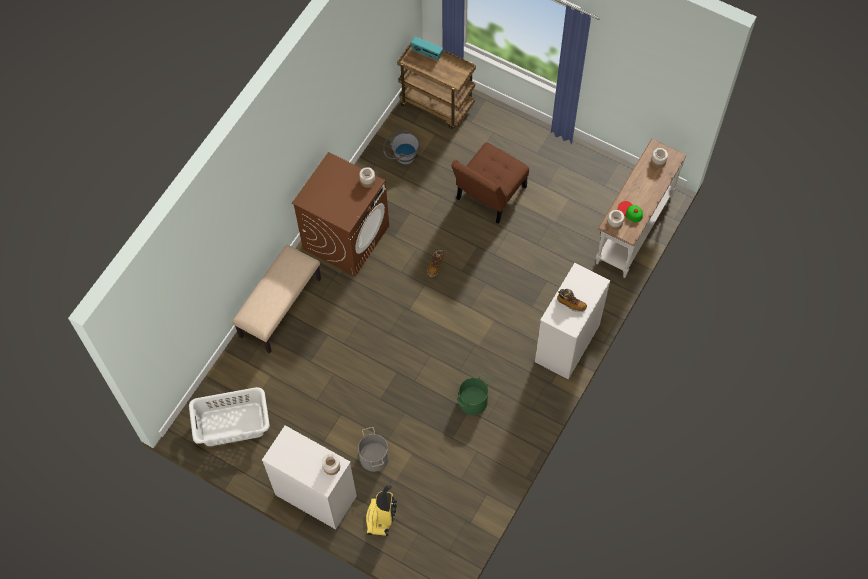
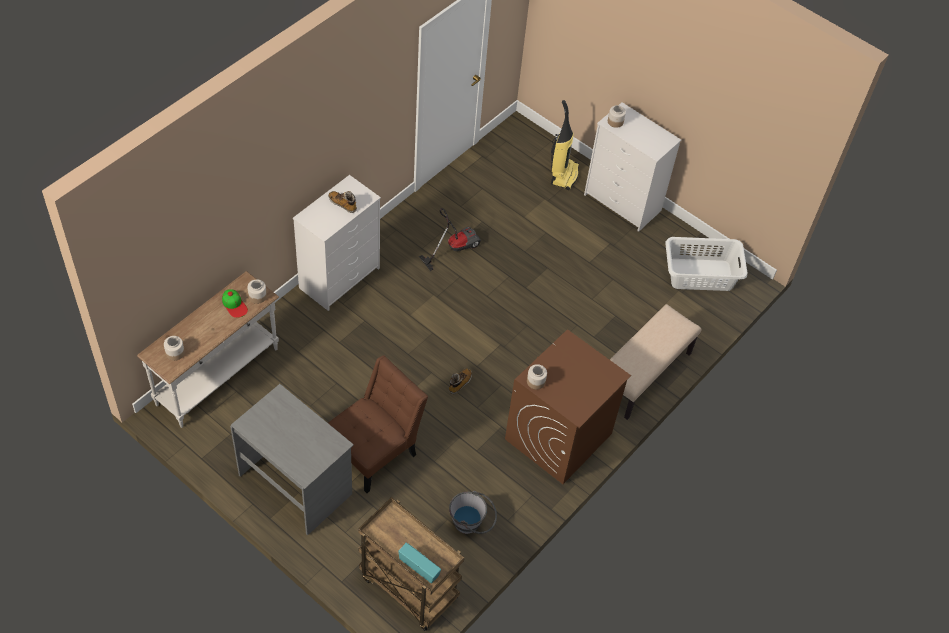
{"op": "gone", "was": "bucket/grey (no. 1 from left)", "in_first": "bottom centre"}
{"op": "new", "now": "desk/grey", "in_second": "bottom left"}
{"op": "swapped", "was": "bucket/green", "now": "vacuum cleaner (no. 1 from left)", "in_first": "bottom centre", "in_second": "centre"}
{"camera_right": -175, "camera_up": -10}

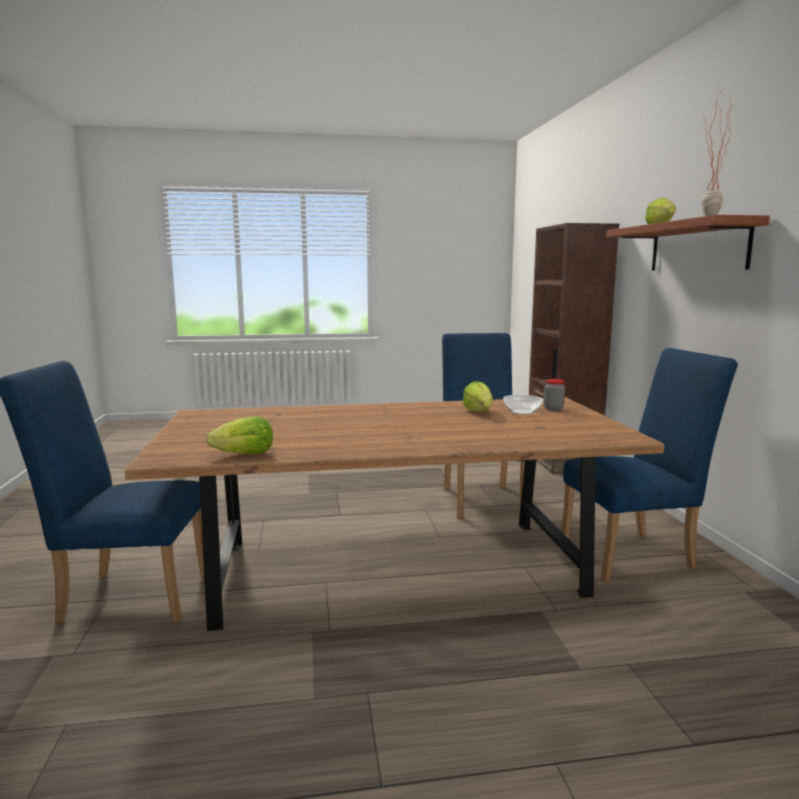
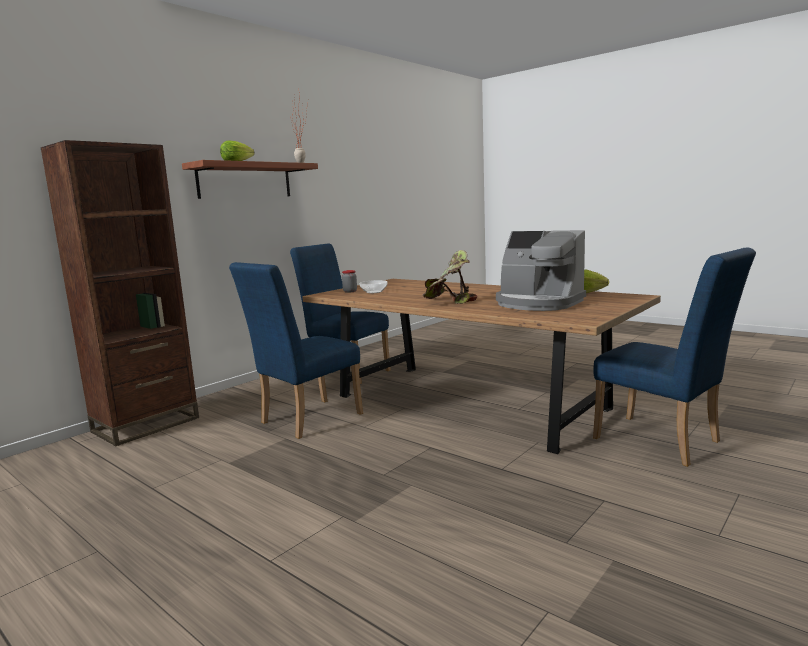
{"op": "gone", "was": "lettuce (no. 2 from left)", "in_first": "centre"}
{"op": "new", "now": "potted plant (no. 2 from left)", "in_second": "centre"}
{"op": "new", "now": "coffee machine", "in_second": "middle right"}
{"camera_right": -130, "camera_up": 0}

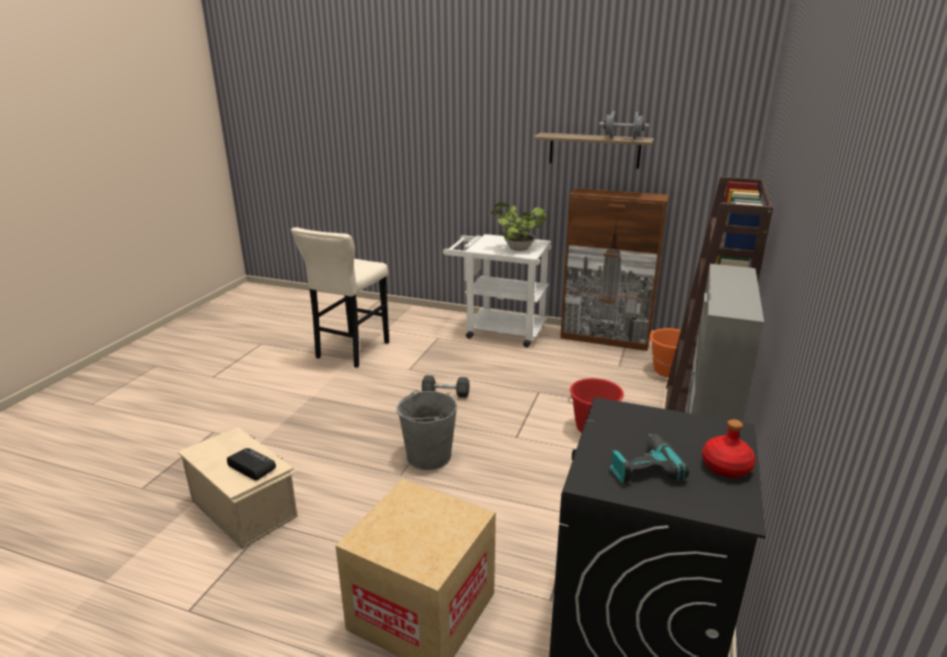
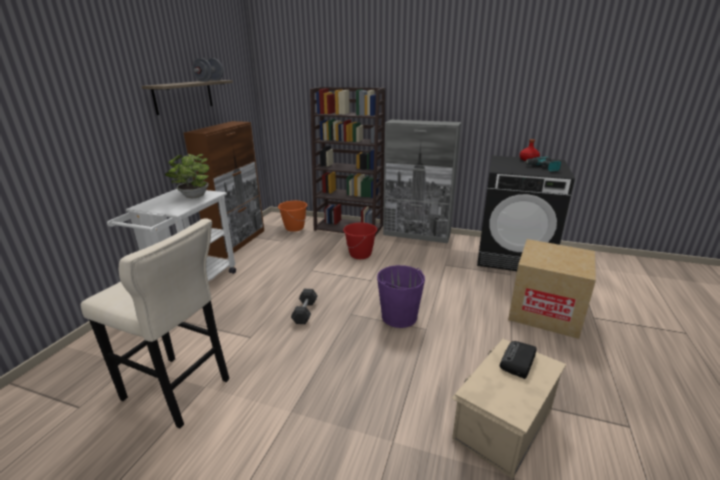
{"op": "repainted", "was": "bucket/grey", "now": "bucket/purple", "in_first": "centre", "in_second": "centre"}
{"camera_right": -90, "camera_up": 0}

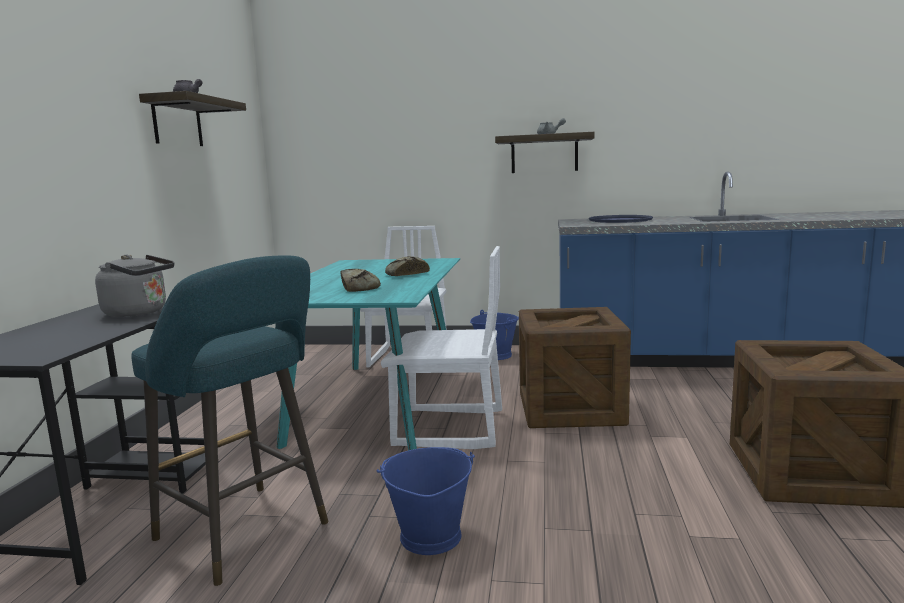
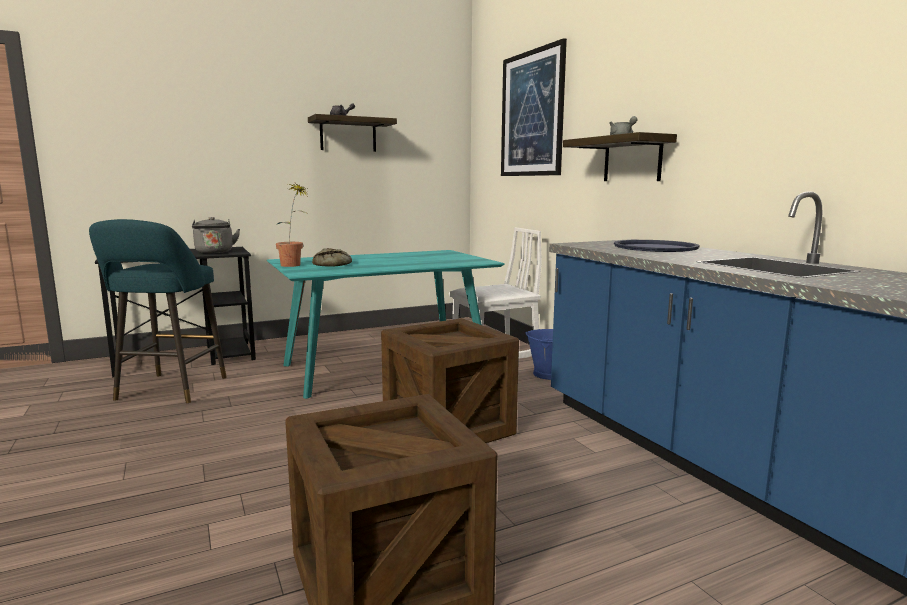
{"op": "gone", "was": "bucket/blue (no. 1 from left)", "in_first": "bottom centre"}
{"op": "gone", "was": "chair/white (no. 2 from left)", "in_first": "centre"}
{"op": "gone", "was": "bread (no. 2 from left)", "in_first": "centre"}
{"op": "new", "now": "potted plant", "in_second": "middle left"}
{"op": "new", "now": "picture", "in_second": "top centre"}
{"camera_right": 55, "camera_up": 0}

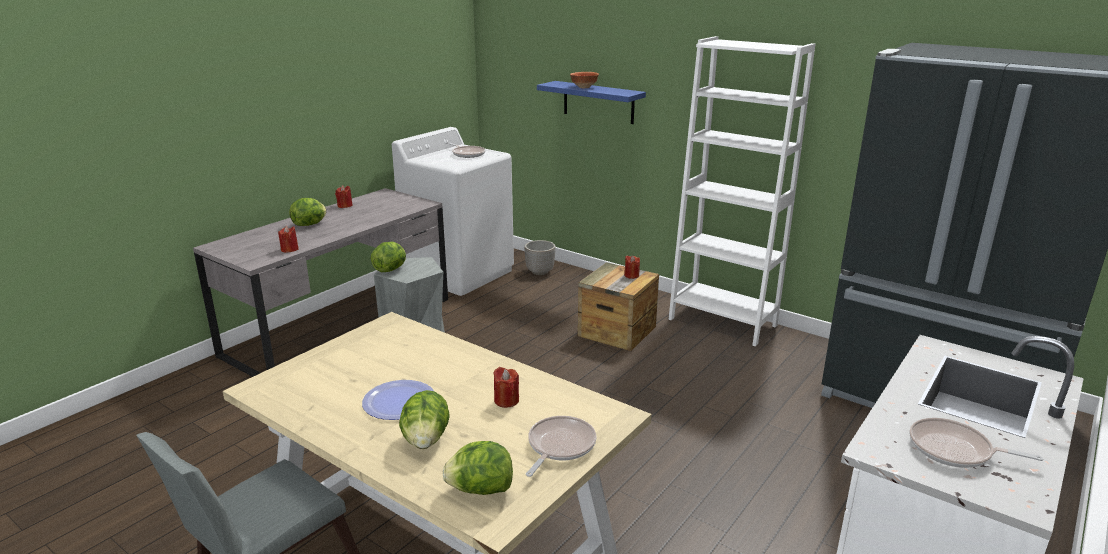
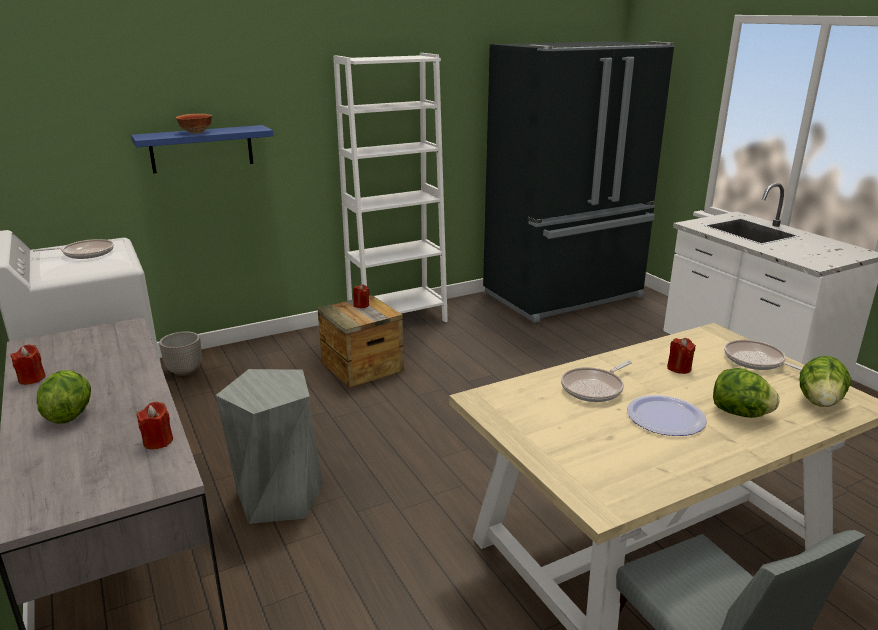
{"op": "gone", "was": "lettuce (no. 2 from left)", "in_first": "centre"}
{"op": "shifted", "was": "frying pan (no. 3 from left in the first image)", "now": "frying pan (no. 2 from left)", "in_first": "bottom right", "in_second": "middle right"}
{"camera_right": -65, "camera_up": 0}

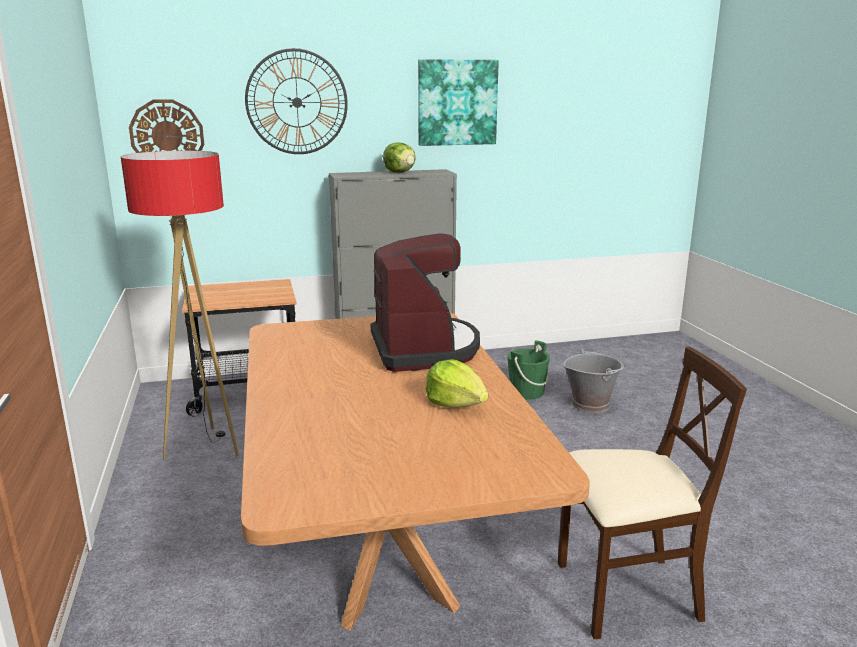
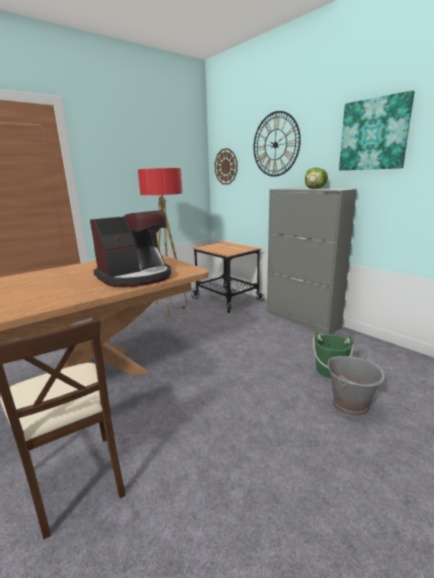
{"op": "gone", "was": "lettuce (no. 2 from left)", "in_first": "centre"}
{"camera_right": 65, "camera_up": 0}

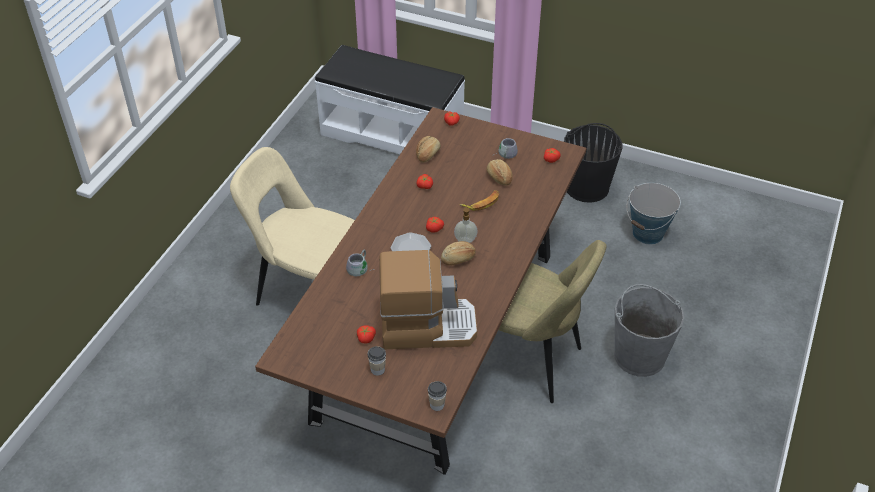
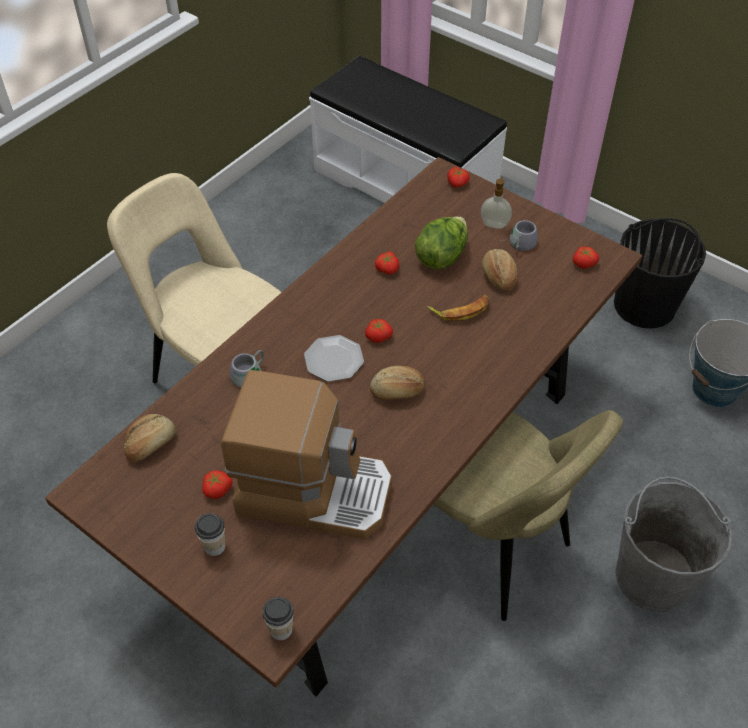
{"op": "new", "now": "lettuce", "in_second": "centre"}
{"op": "shifted", "was": "bread (no. 1 from left)", "in_first": "top centre", "in_second": "middle left"}
{"op": "shifted", "was": "soap dispenser", "in_first": "centre", "in_second": "top centre"}
{"camera_right": 15, "camera_up": 5}

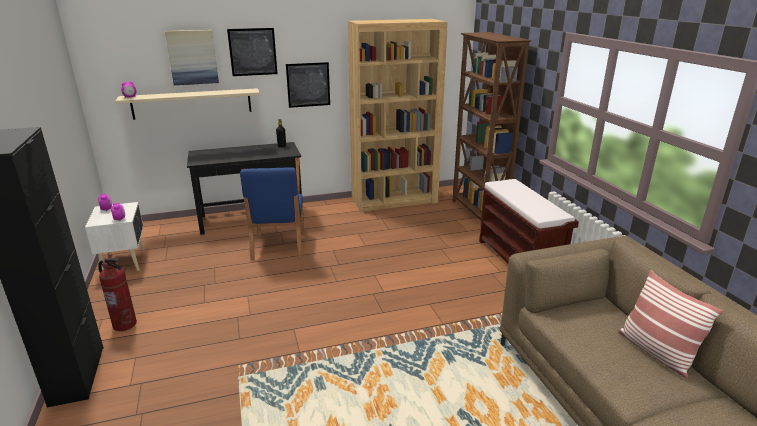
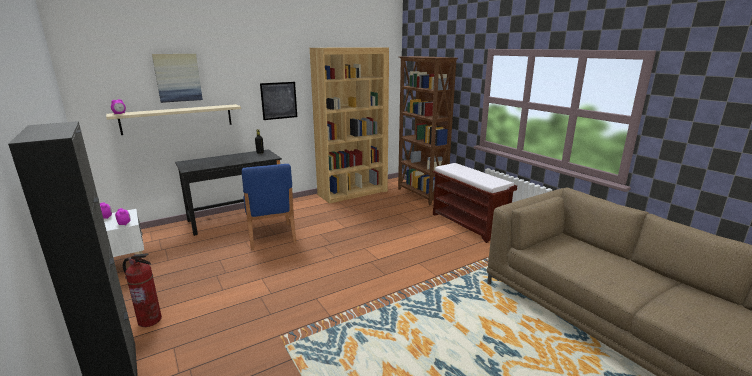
{"op": "gone", "was": "picture (no. 2 from left)", "in_first": "top left"}
{"op": "gone", "was": "pillow", "in_first": "bottom right"}
{"camera_right": -15, "camera_up": -5}

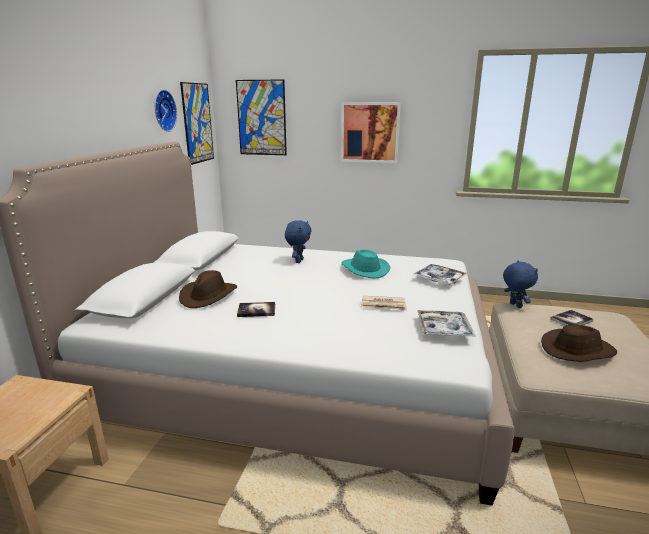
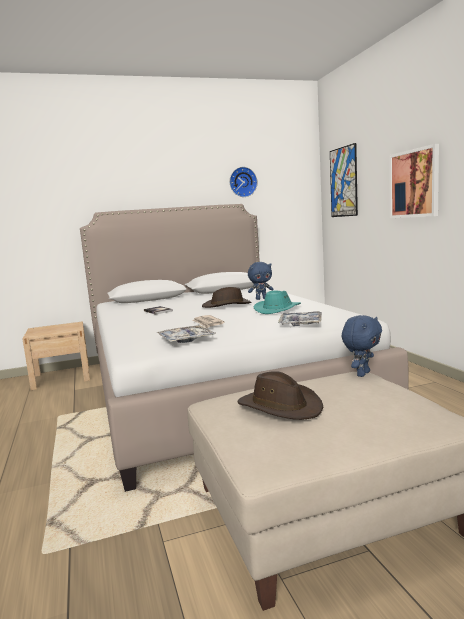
{"op": "gone", "was": "picture (no. 1 from left)", "in_first": "top left"}
{"op": "gone", "was": "book (no. 2 from left)", "in_first": "middle right"}
{"op": "shifted", "was": "hat/brown (no. 1 from left)", "in_first": "middle left", "in_second": "centre"}
{"camera_right": 60, "camera_up": -10}

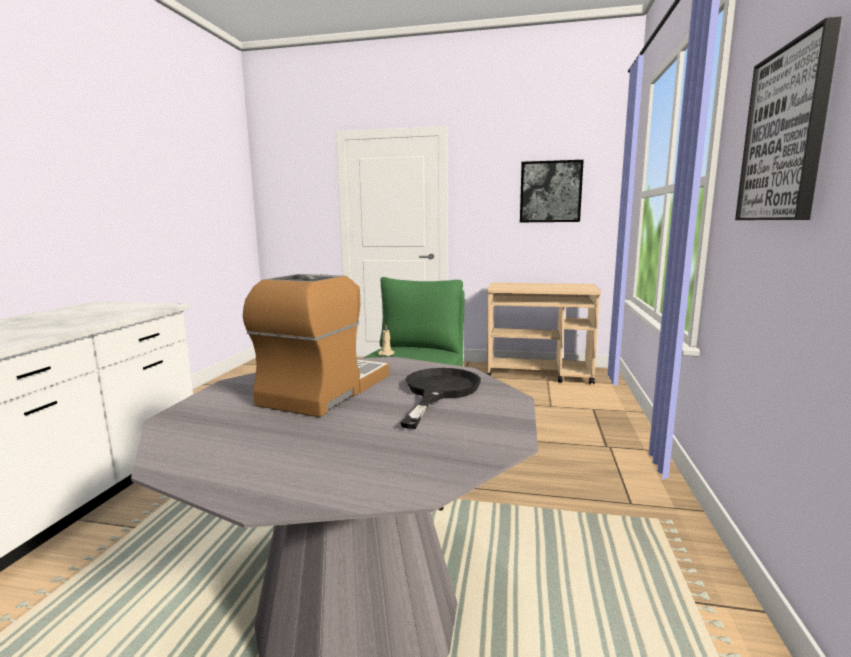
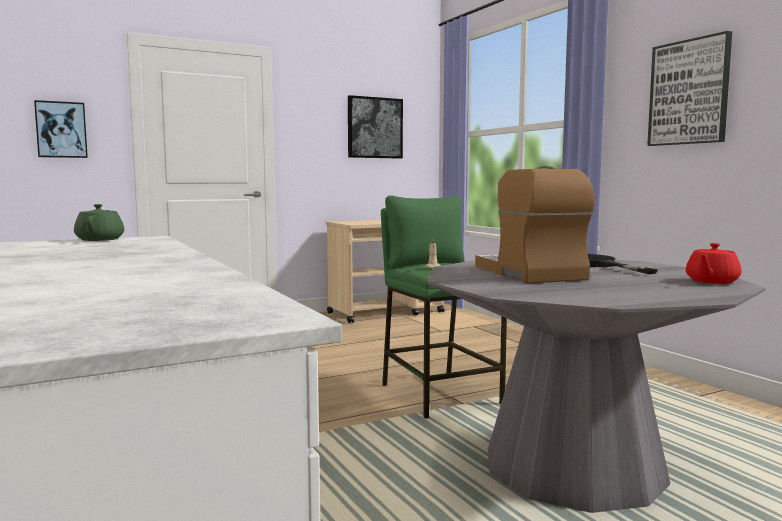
{"op": "new", "now": "picture (no. 1 from left)", "in_second": "top left"}
{"op": "new", "now": "teapot/green", "in_second": "middle left"}
{"op": "new", "now": "teapot/red", "in_second": "middle right"}
{"camera_right": -40, "camera_up": -5}

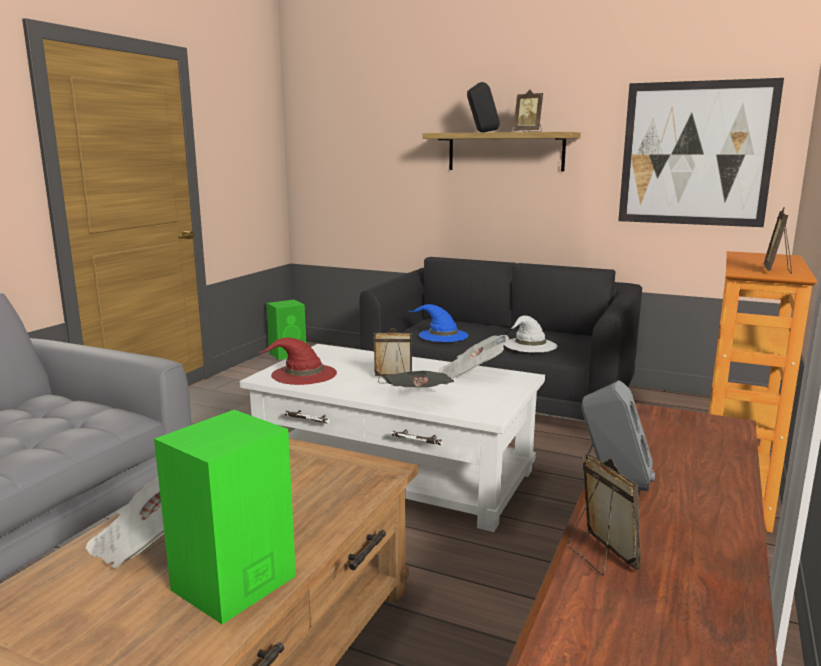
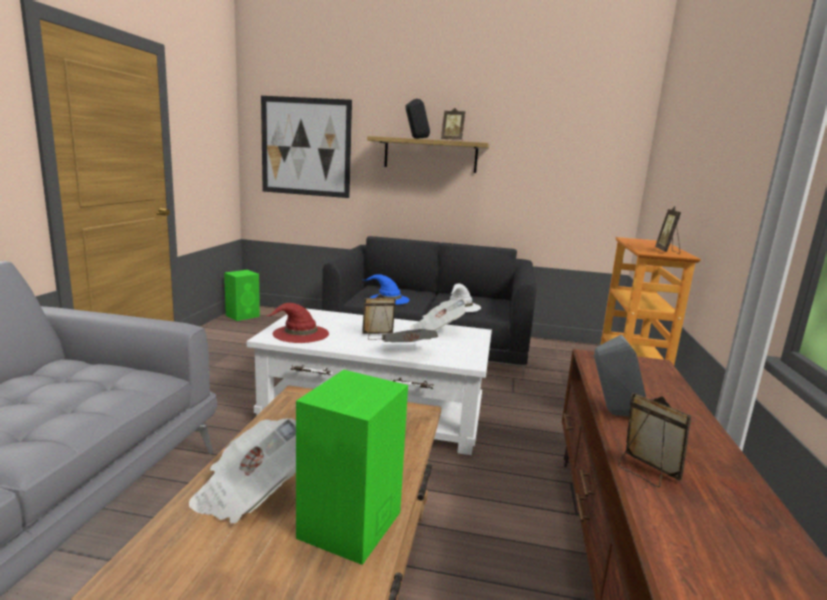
{"op": "shifted", "was": "picture", "in_first": "top right", "in_second": "top centre"}
{"camera_right": -15, "camera_up": 0}

